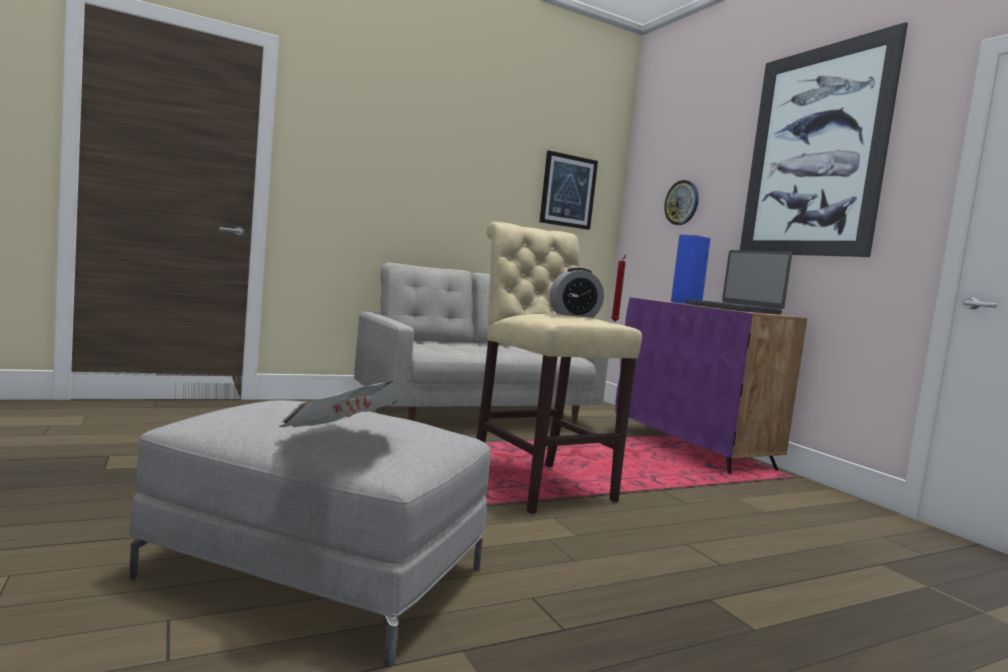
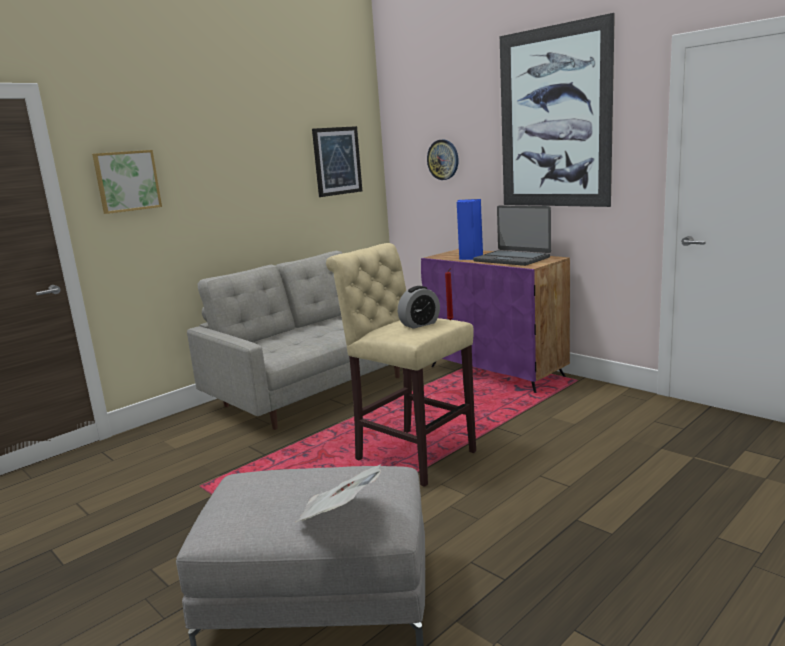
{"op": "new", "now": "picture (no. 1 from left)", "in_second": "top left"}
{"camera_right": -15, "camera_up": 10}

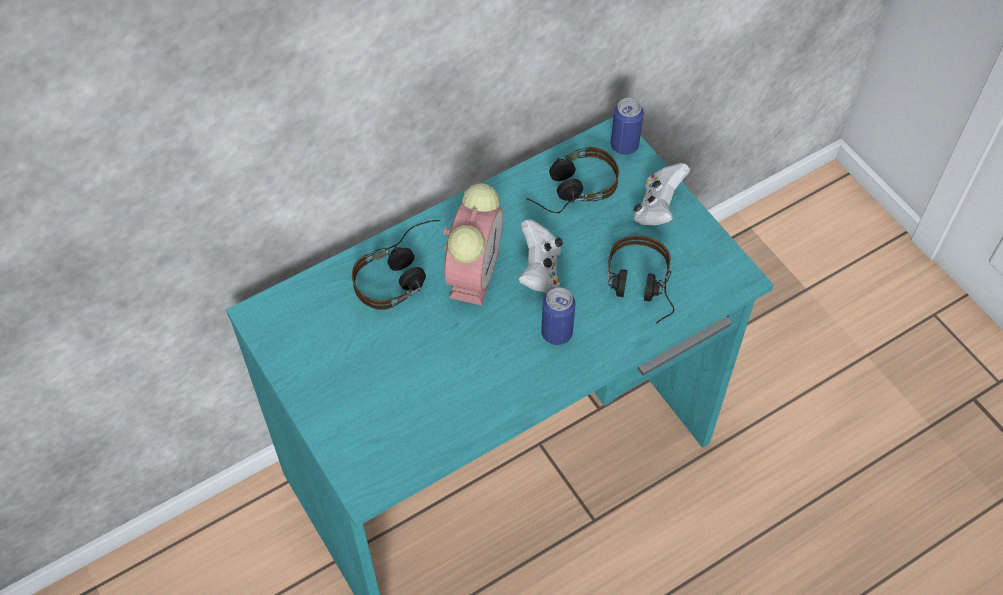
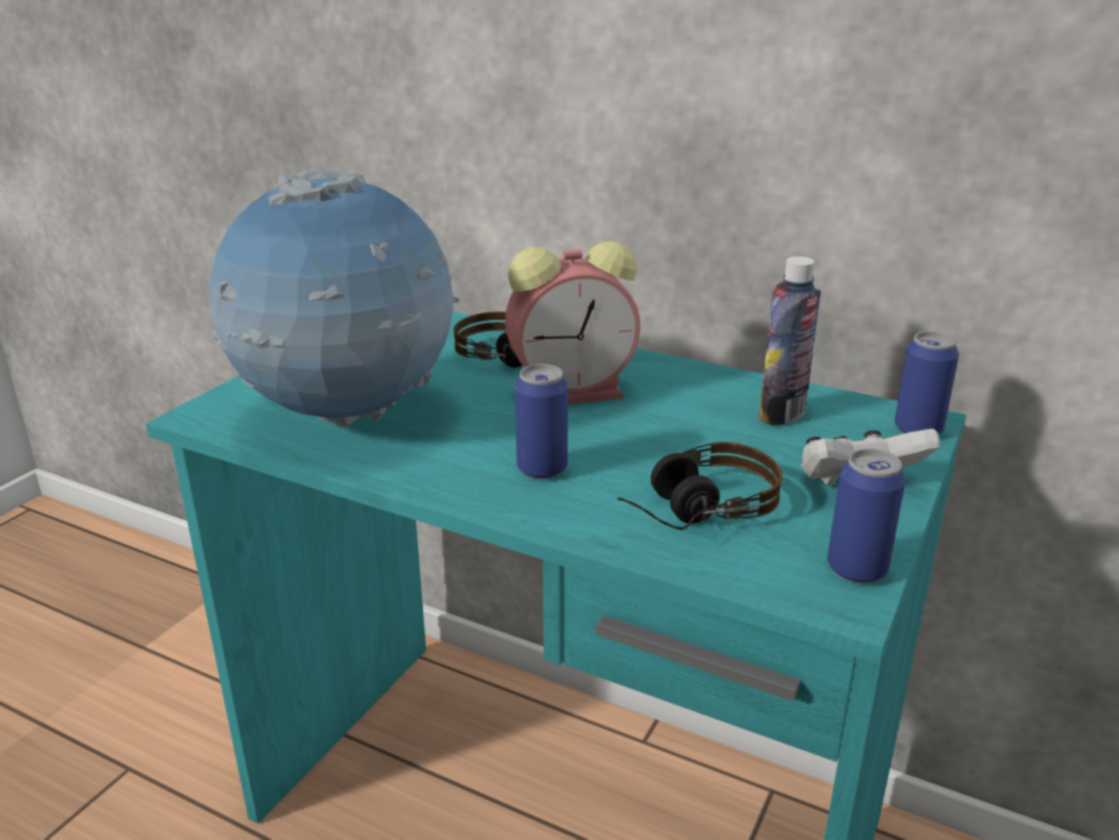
{"op": "gone", "was": "game controller/white (no. 1 from left)", "in_first": "centre"}
{"op": "new", "now": "globe", "in_second": "middle left"}
{"op": "new", "now": "can (no. 2 from left)", "in_second": "middle right"}
{"op": "swapped", "was": "headphones (no. 2 from left)", "now": "bottle", "in_first": "top centre", "in_second": "middle right"}
{"camera_right": 60, "camera_up": -30}

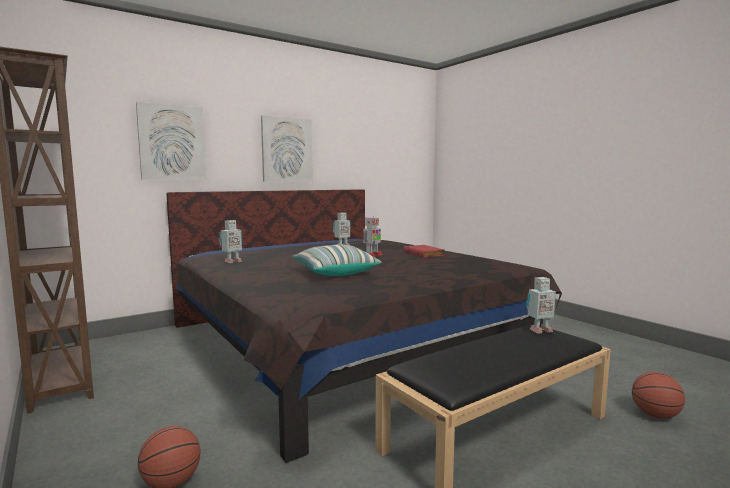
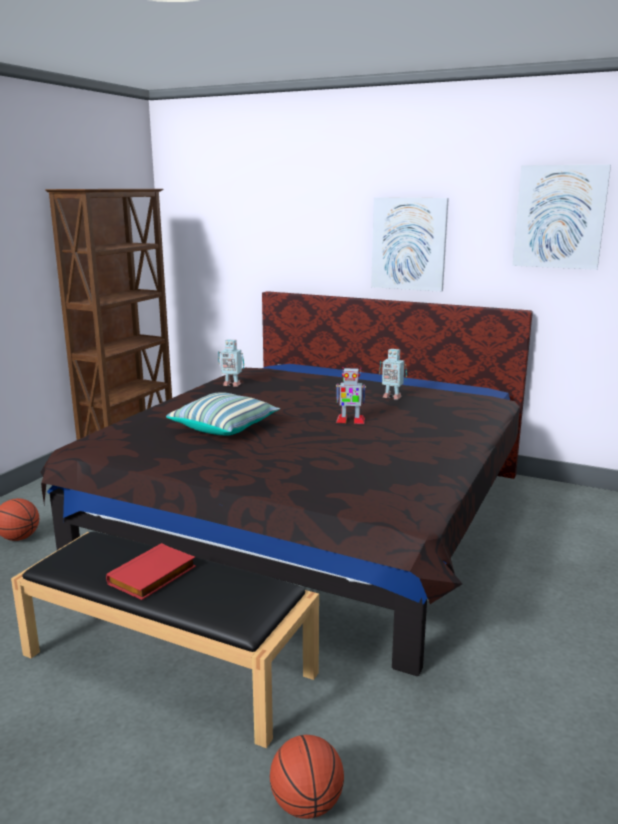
{"op": "gone", "was": "toy robot (no. 4 from left)", "in_first": "middle right"}
{"op": "shifted", "was": "picture (no. 1 from left in the first image)", "now": "picture (no. 2 from left)", "in_first": "top left", "in_second": "top right"}
{"op": "shifted", "was": "book/red", "in_first": "centre", "in_second": "bottom left"}
{"camera_right": 60, "camera_up": 10}

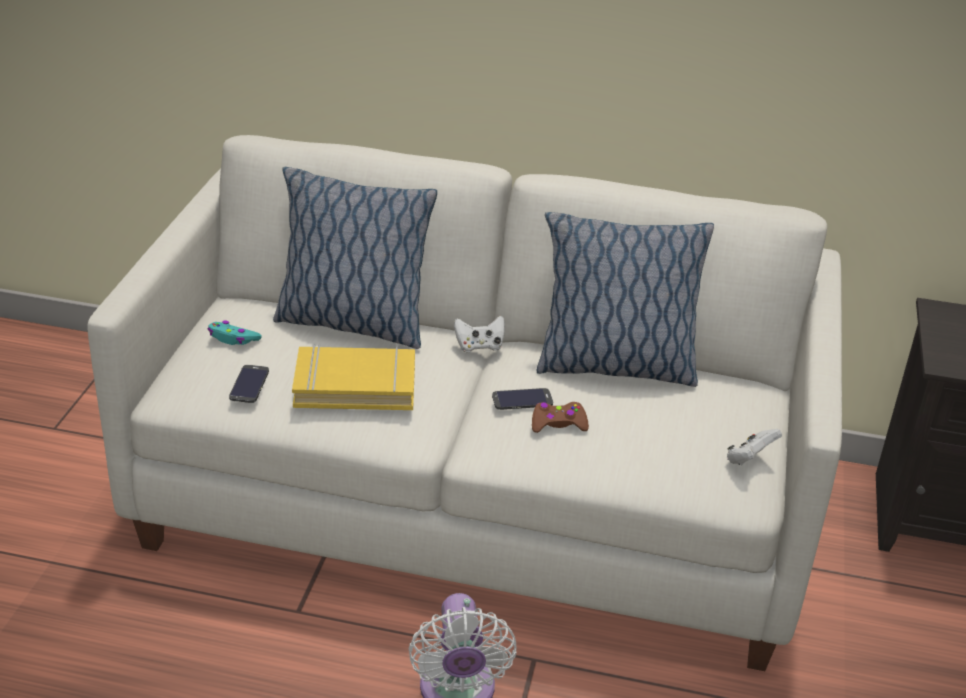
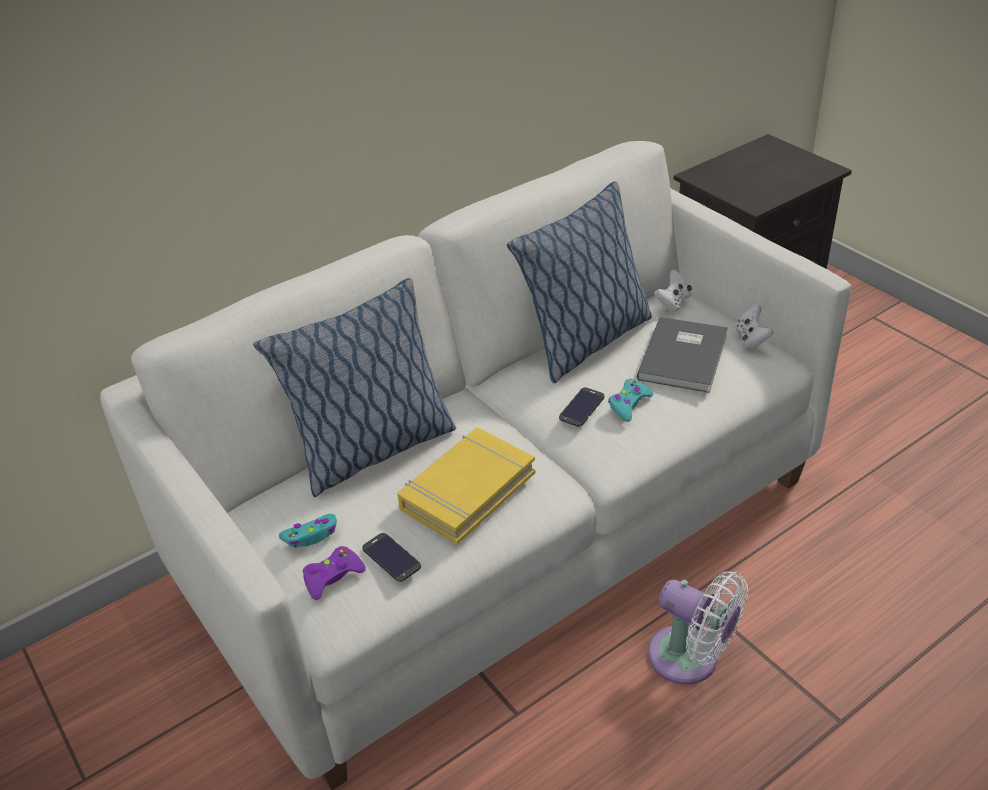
{"op": "new", "now": "game controller/purple", "in_second": "bottom centre"}
{"op": "new", "now": "book/grey", "in_second": "middle right"}
{"op": "shifted", "was": "game controller/white (no. 1 from left)", "in_first": "centre", "in_second": "middle right"}
{"op": "repainted", "was": "game controller/brown", "now": "game controller/turquoise (no. 2 from left)", "in_first": "centre", "in_second": "centre"}
{"camera_right": -45, "camera_up": 5}

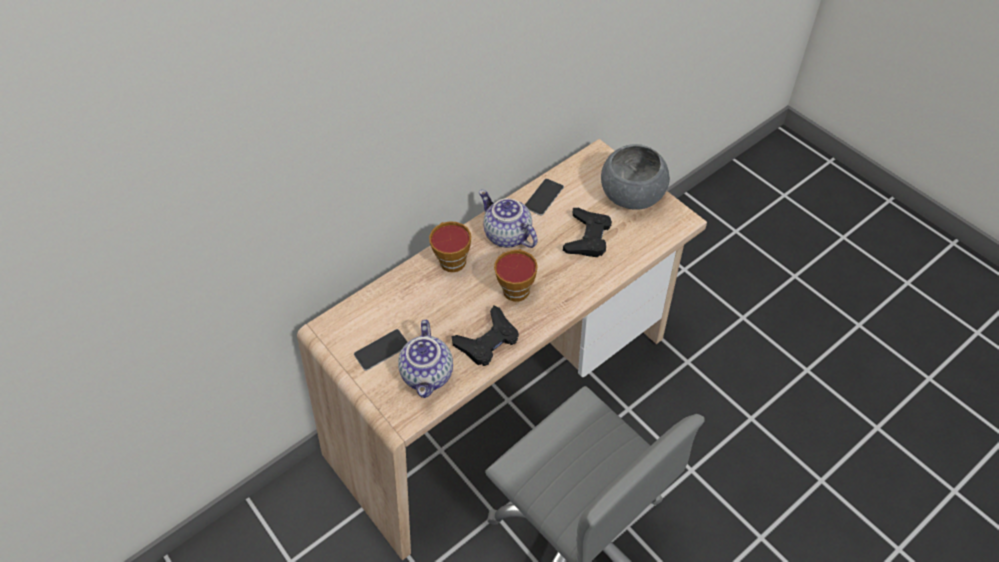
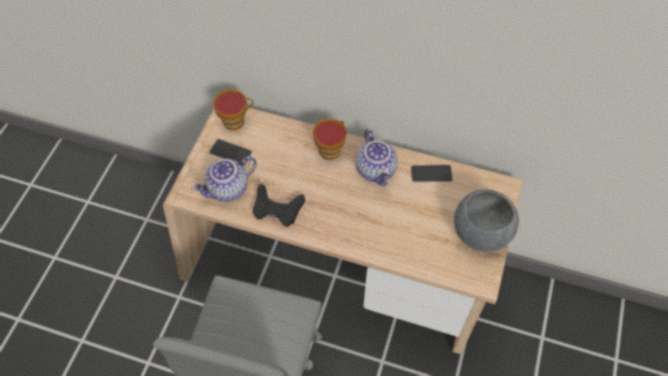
{"op": "gone", "was": "game controller/black (no. 2 from left)", "in_first": "centre"}
{"op": "shifted", "was": "cup (no. 2 from left in the first image)", "now": "cup (no. 1 from left)", "in_first": "centre", "in_second": "top centre"}
{"op": "rotated", "was": "teapot (no. 2 from left)", "in_first": "centre", "in_second": "centre", "clockwise": 150}
{"camera_right": 55, "camera_up": 5}

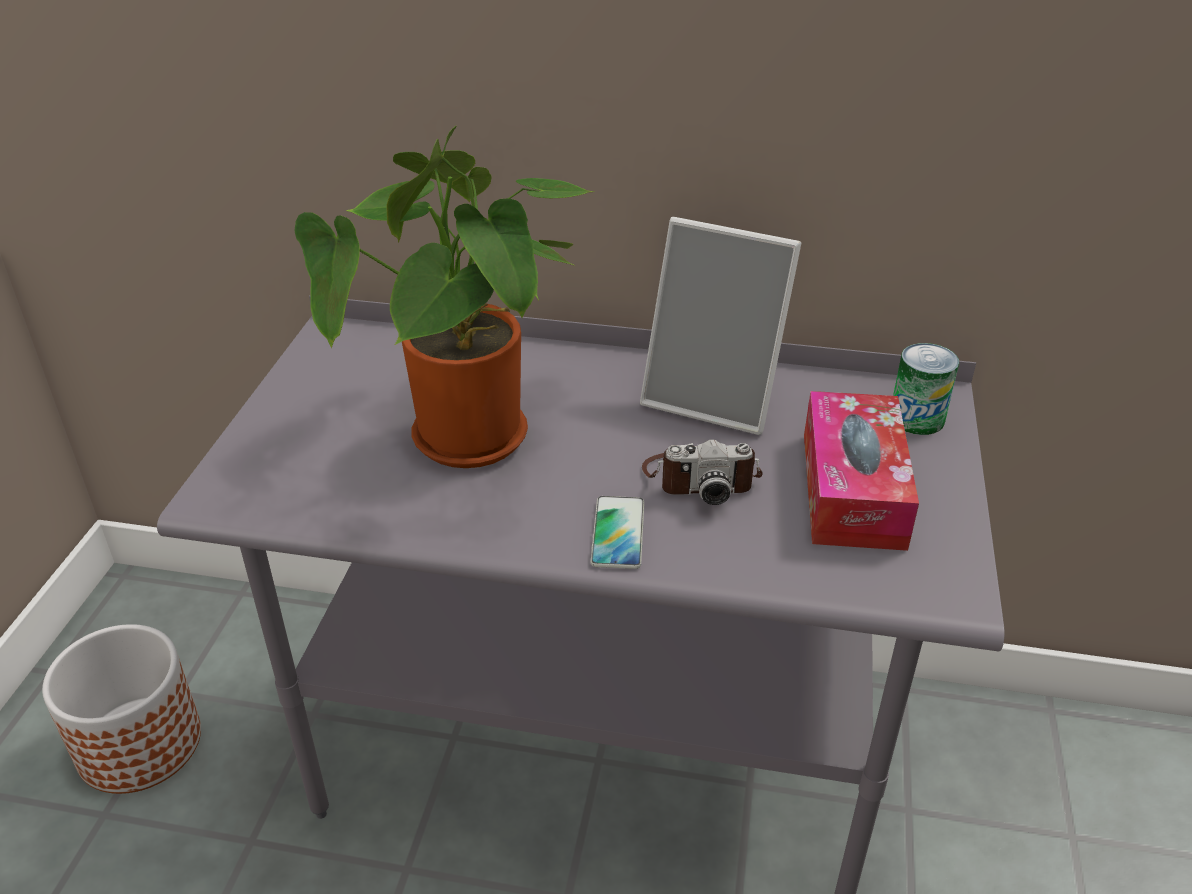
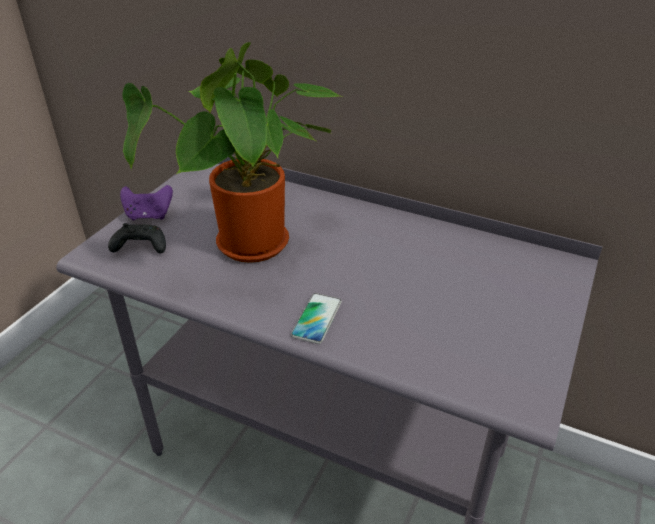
{"op": "gone", "was": "planter", "in_first": "bottom left"}
{"op": "gone", "was": "picture frame", "in_first": "centre"}
{"op": "gone", "was": "photo camera", "in_first": "centre"}
{"op": "gone", "was": "tissue box", "in_first": "middle right"}
{"op": "gone", "was": "can", "in_first": "middle right"}
{"op": "new", "now": "game controller/black", "in_second": "middle left"}
{"op": "new", "now": "game controller/purple", "in_second": "middle left"}
{"camera_right": 15, "camera_up": 0}

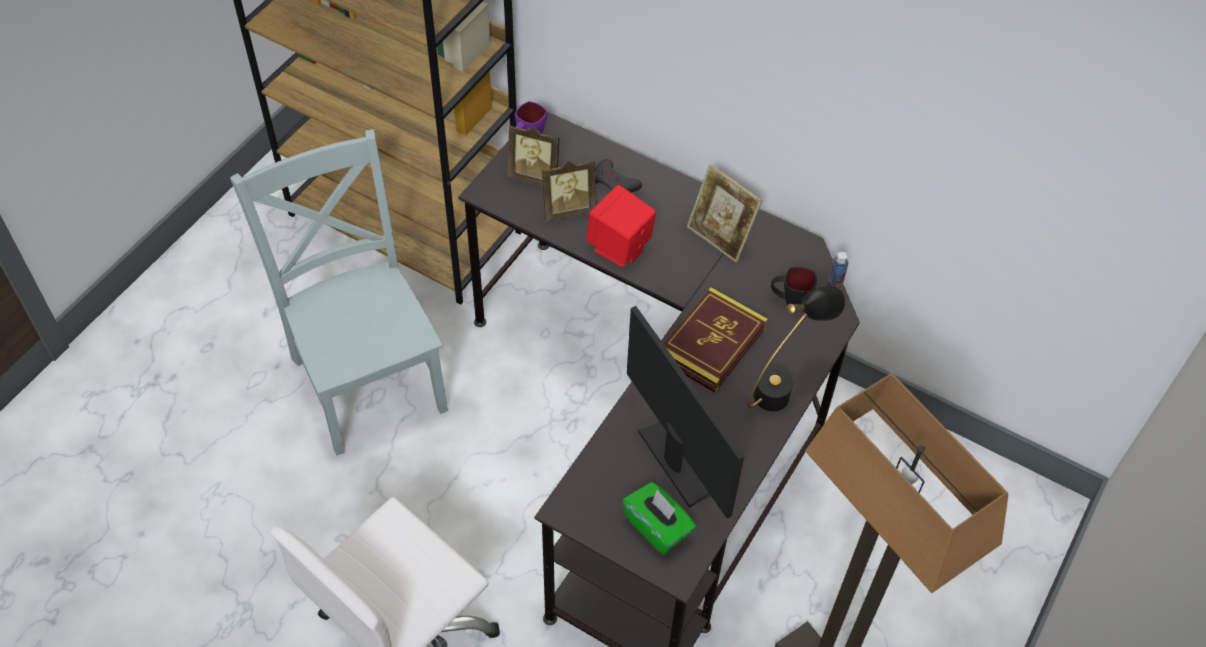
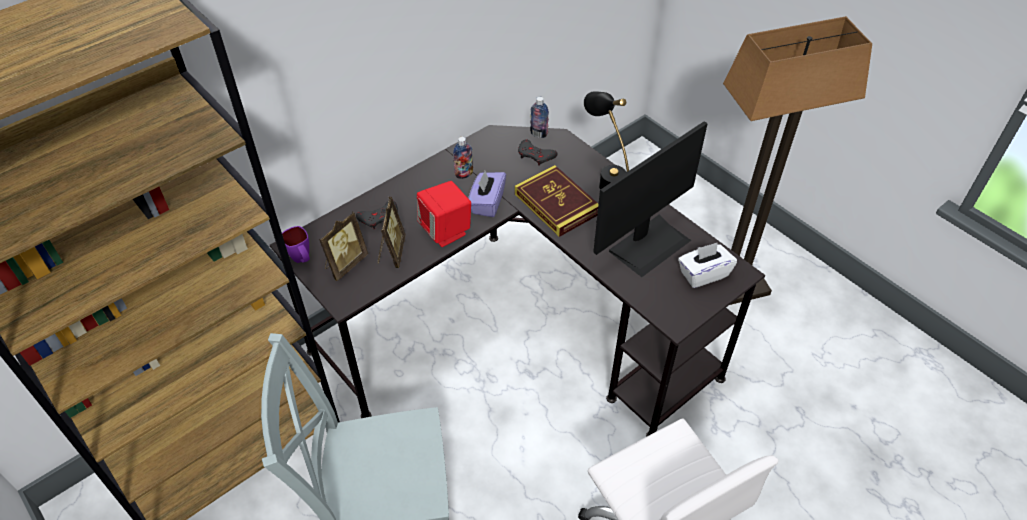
{"op": "new", "now": "tissue box/purple", "in_second": "centre"}
{"op": "swapped", "was": "picture frame (no. 3 from left)", "now": "bottle (no. 1 from left)", "in_first": "top centre", "in_second": "top centre"}
{"op": "swapped", "was": "mug/black", "now": "game controller/grey (no. 2 from left)", "in_first": "centre", "in_second": "top centre"}
{"op": "repainted", "was": "tissue box/green", "now": "tissue box/white", "in_first": "bottom centre", "in_second": "middle right"}
{"op": "rotated", "was": "monitor", "in_first": "centre", "in_second": "centre", "clockwise": 150}
{"camera_right": -70, "camera_up": -5}

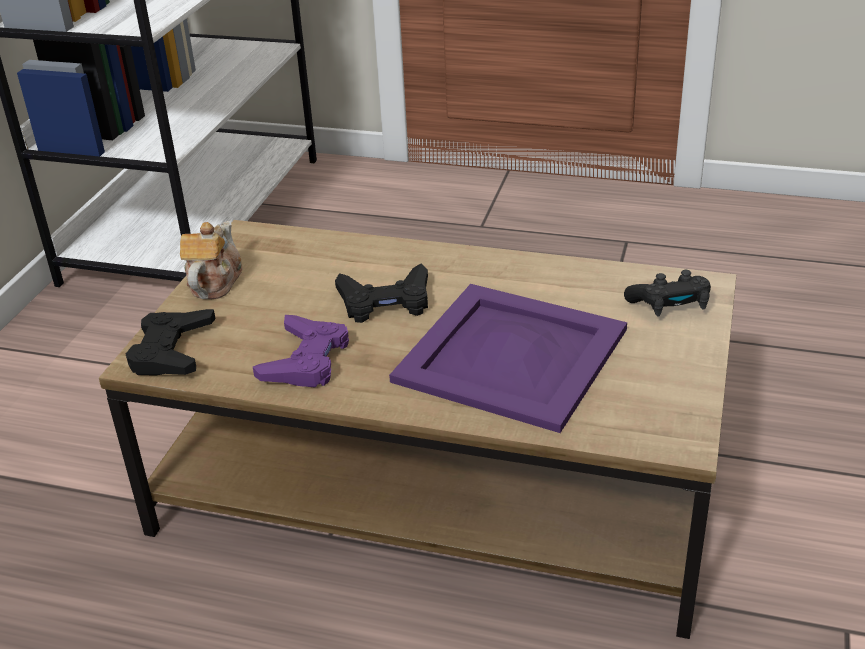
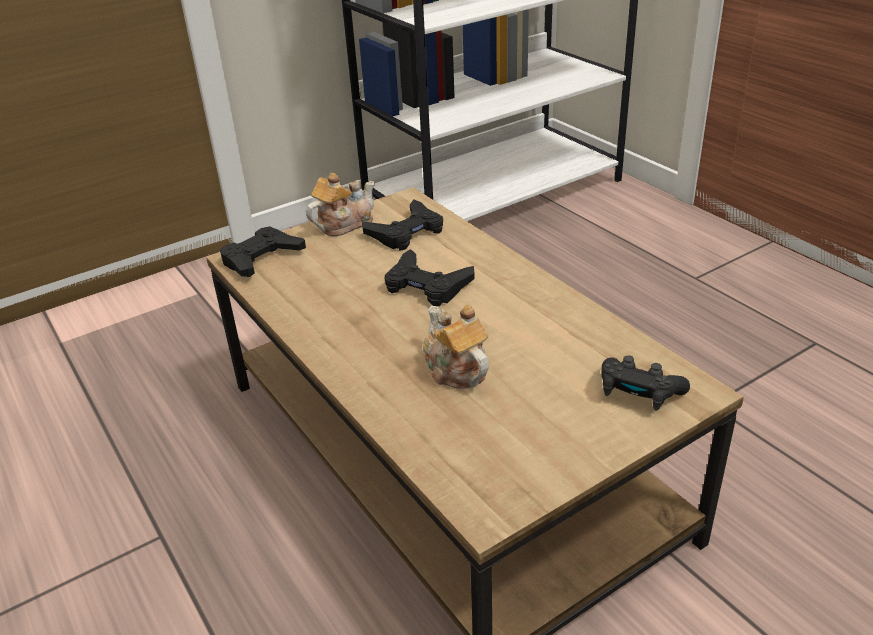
{"op": "gone", "was": "game controller/purple", "in_first": "centre"}
{"op": "new", "now": "game controller/black (no. 2 from left)", "in_second": "centre"}
{"op": "swapped", "was": "tray/purple", "now": "teapot (no. 2 from left)", "in_first": "centre", "in_second": "centre"}
{"camera_right": 40, "camera_up": 0}

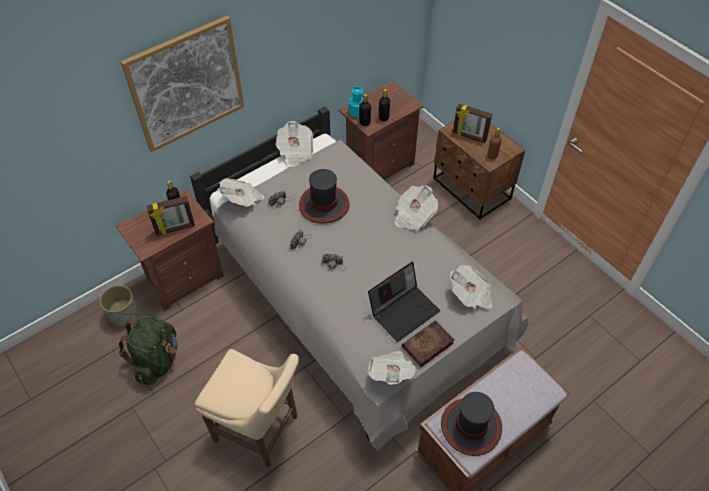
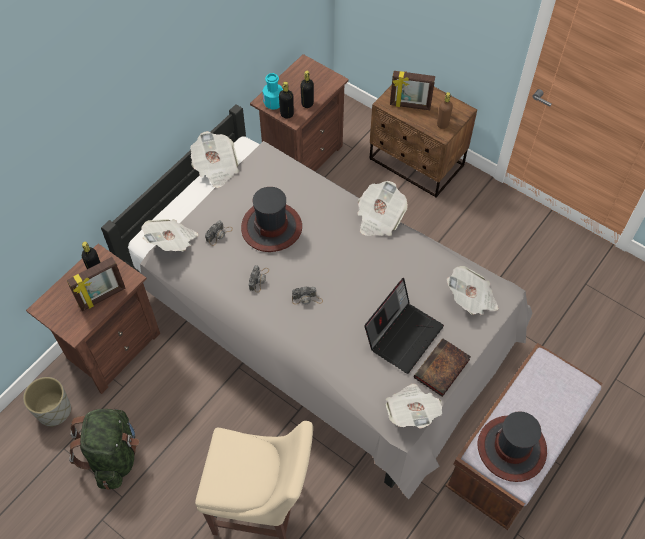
{"op": "gone", "was": "picture", "in_first": "top left"}
{"camera_right": -15, "camera_up": 5}

